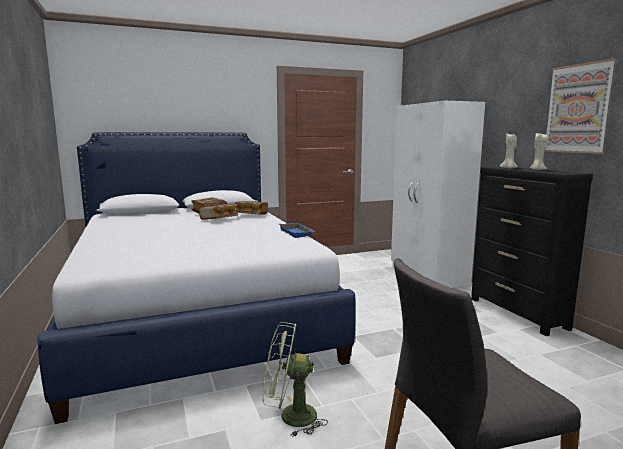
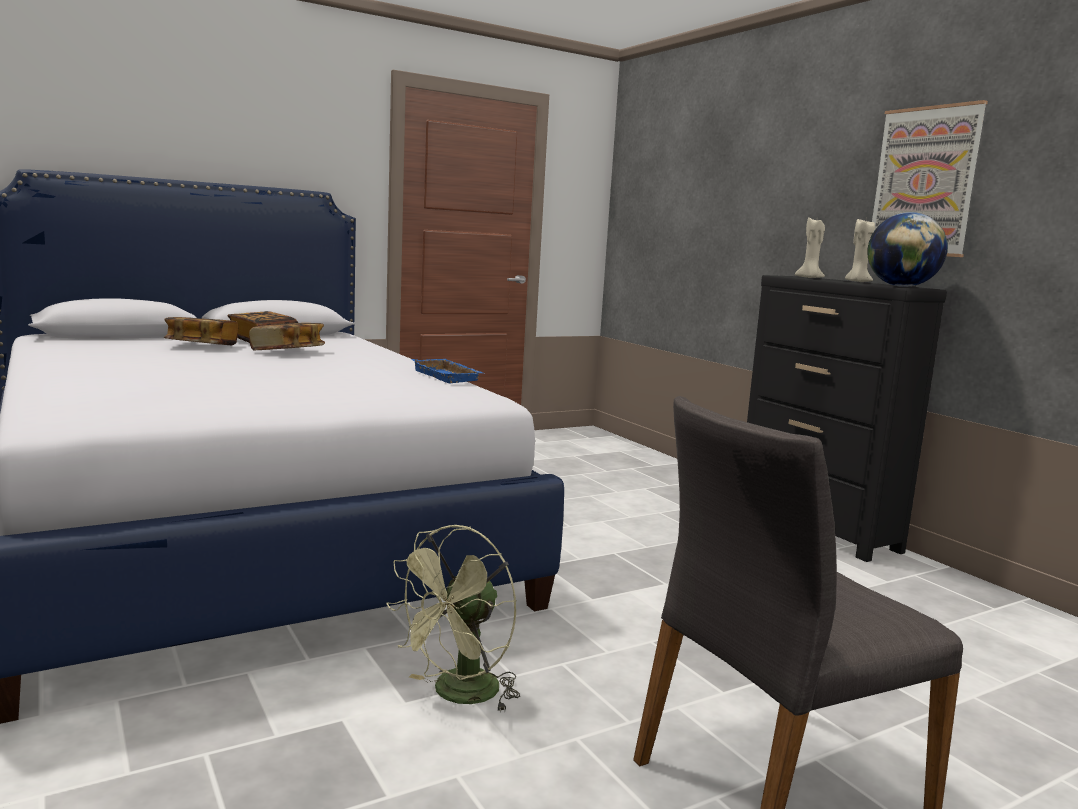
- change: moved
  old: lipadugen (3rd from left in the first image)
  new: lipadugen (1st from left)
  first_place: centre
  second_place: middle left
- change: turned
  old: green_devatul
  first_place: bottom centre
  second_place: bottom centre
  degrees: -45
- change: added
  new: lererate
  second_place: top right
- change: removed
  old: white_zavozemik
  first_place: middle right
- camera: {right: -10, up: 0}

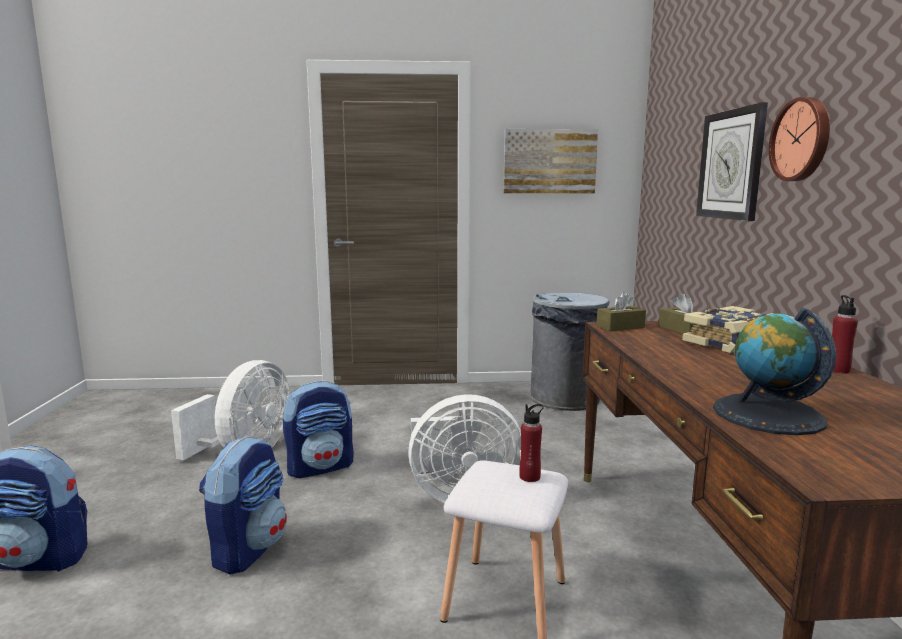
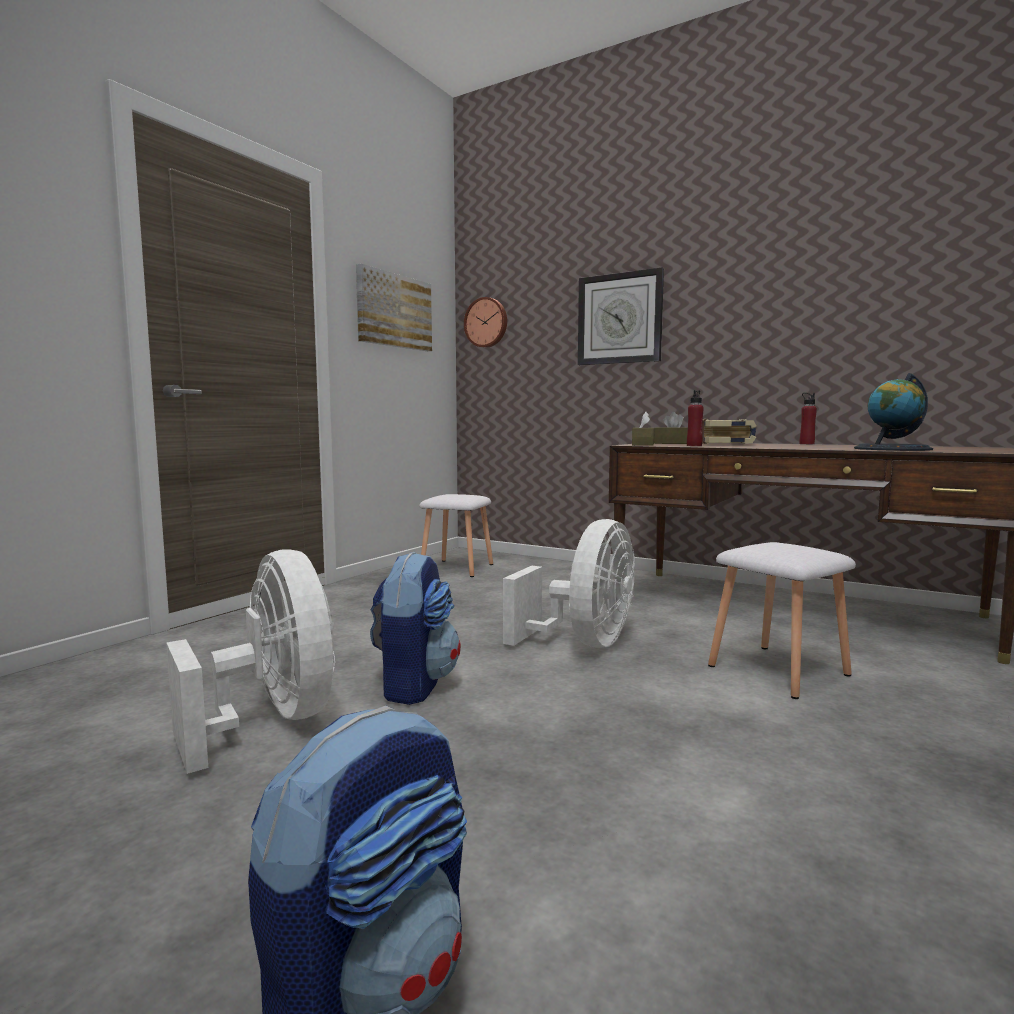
- change: replaced
  old: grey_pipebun
  new: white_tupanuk (1st from left)
  first_place: centre
  second_place: centre
- change: moved
  old: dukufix (2nd from left in the first image)
  new: dukufix (1st from left)
  first_place: top right
  second_place: top centre
- change: moved
  old: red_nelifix (1st from left)
  first_place: bottom centre
  second_place: middle right
- change: removed
  old: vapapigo (2nd from left)
  first_place: bottom left
- camera: {right: -55, up: -5}

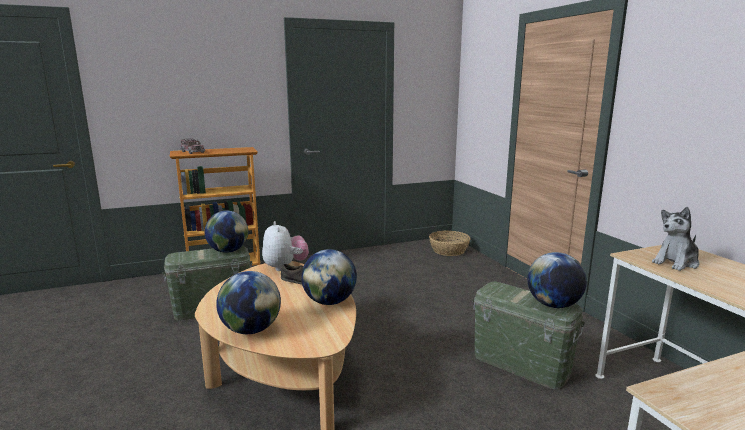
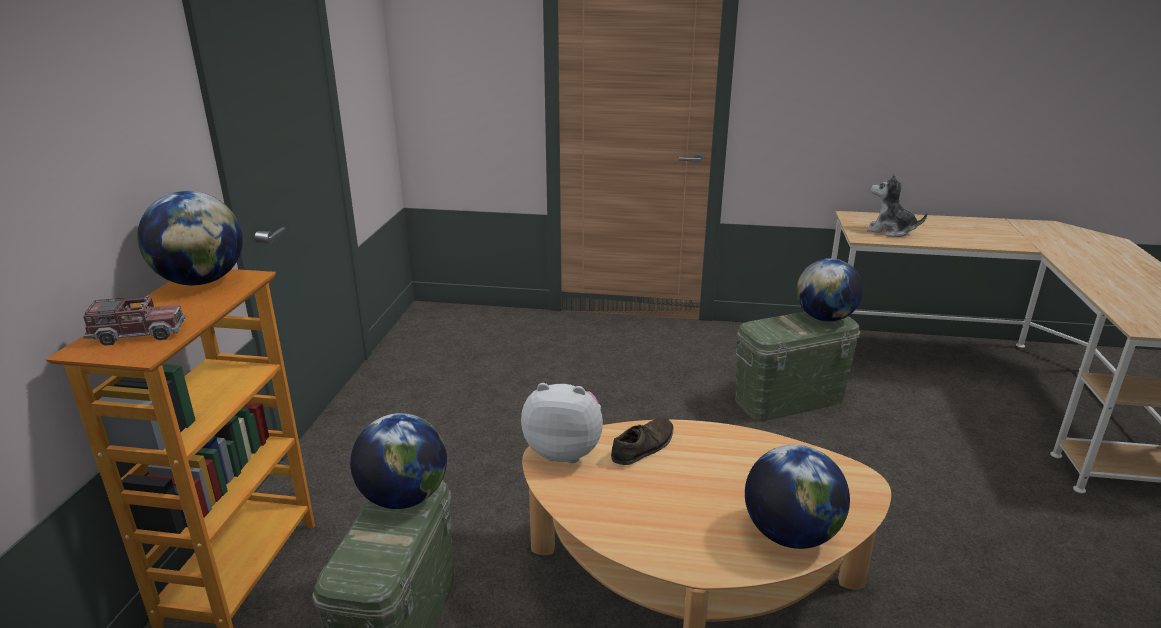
- change: moved
  old: lererate (3rd from left in the first image)
  new: lererate (1st from left)
  first_place: centre
  second_place: middle left
- change: turned
  old: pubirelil (2nd from left)
  first_place: middle right
  second_place: top right
  degrees: 120
- change: removed
  old: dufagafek
  first_place: centre
- camera: {right: -60, up: 10}

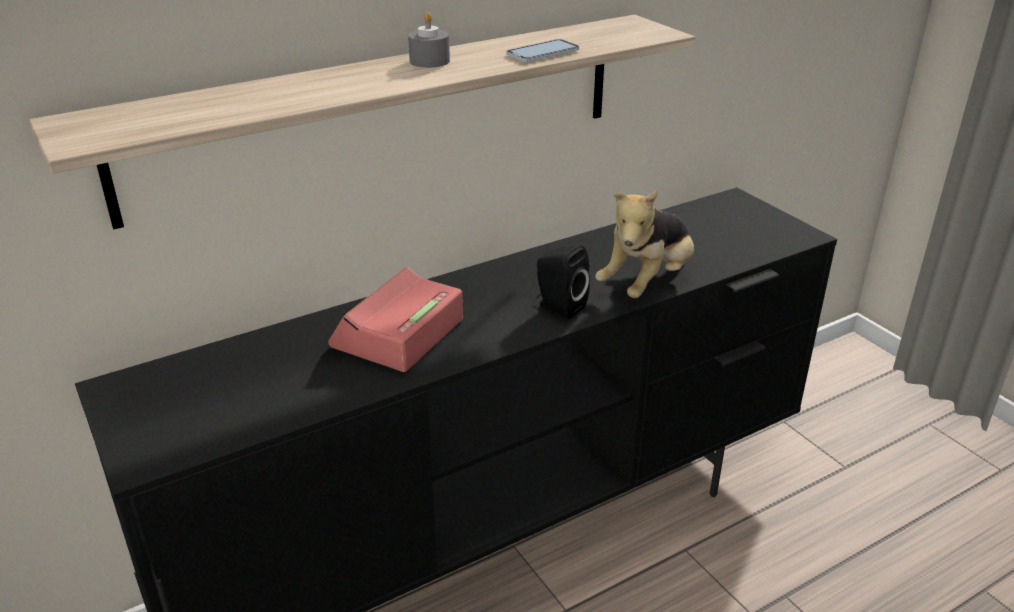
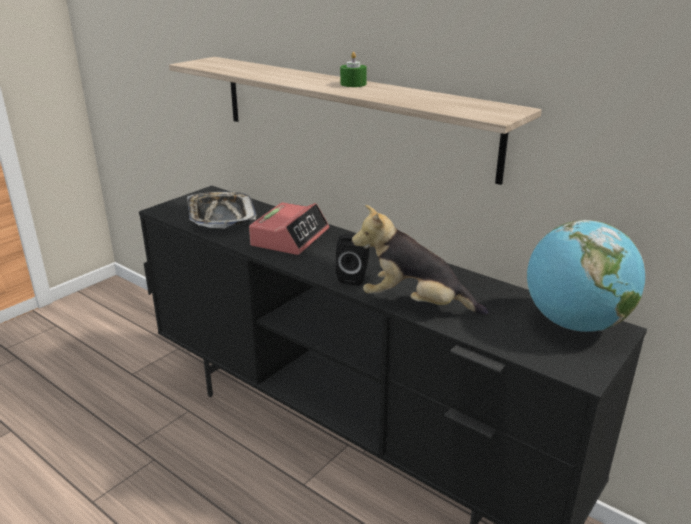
- change: added
  new: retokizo
  second_place: middle left
- change: turned
  old: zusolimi
  first_place: centre
  second_place: centre
  degrees: 105
- change: recoloured
  old: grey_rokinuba
  new: green_rokinuba
  first_place: top centre
  second_place: top centre
- change: added
  new: lererate
  second_place: middle right
- change: removed
  old: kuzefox
  first_place: top centre
- camera: {right: 70, up: -5}

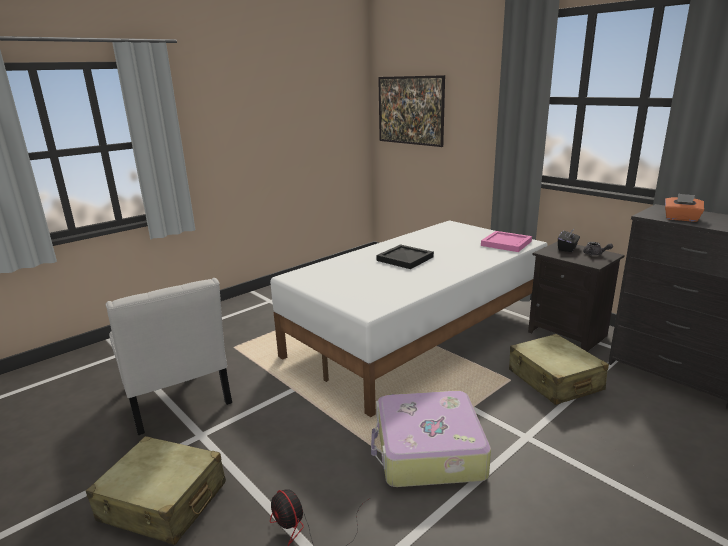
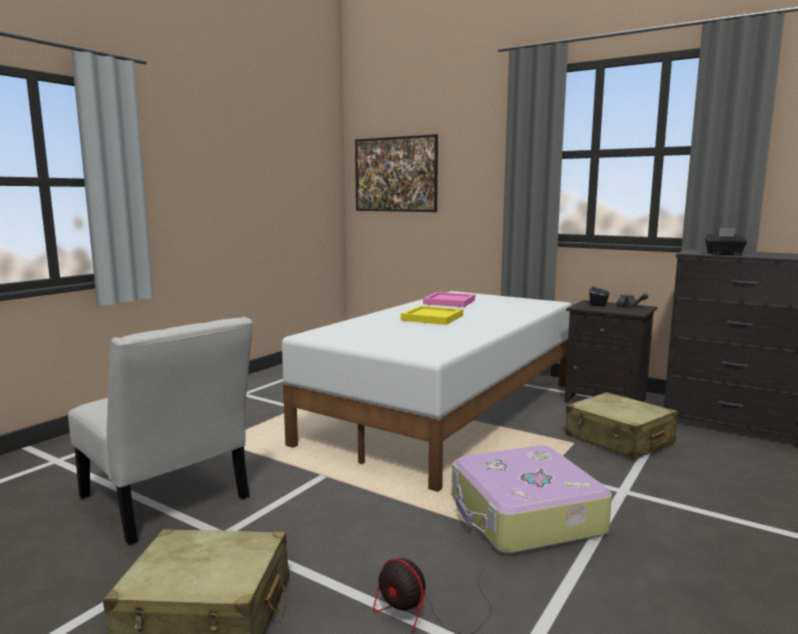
- change: recoloured
  old: black_retokizo
  new: yellow_retokizo
  first_place: centre
  second_place: centre
- change: moved
  old: pink_retokizo
  first_place: middle right
  second_place: centre
- change: recoloured
  old: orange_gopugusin
  new: black_gopugusin (2nd from left)
  first_place: middle right
  second_place: middle right
- camera: {right: -15, up: -10}

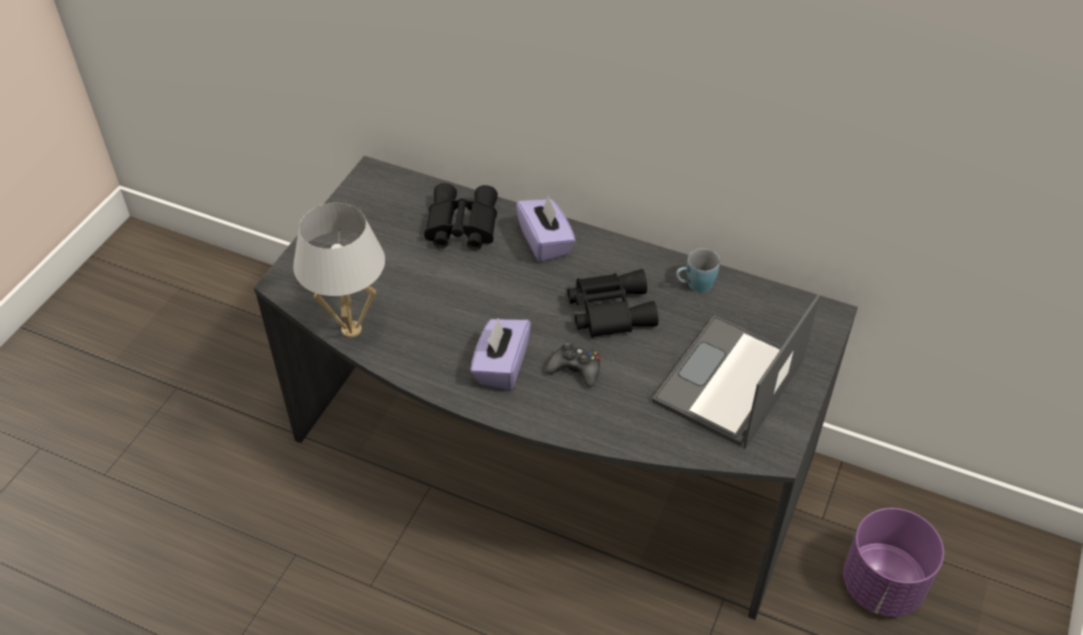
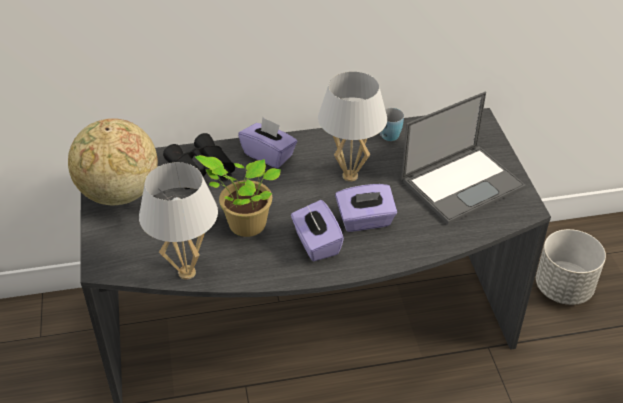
- change: added
  new: lererate
  second_place: middle left
- change: added
  new: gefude
  second_place: centre
- change: replaced
  old: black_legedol (2nd from left)
  new: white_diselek (2nd from left)
  first_place: centre
  second_place: top centre
- change: replaced
  old: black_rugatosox
  new: purple_gopugusin (3rd from left)
  first_place: centre
  second_place: centre
- change: turned
  old: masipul
  first_place: middle right
  second_place: middle right
  degrees: -120
- change: recoloured
  old: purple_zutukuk
  new: grey_zutukuk
  first_place: bottom right
  second_place: middle right
- camera: {right: -35, up: -5}

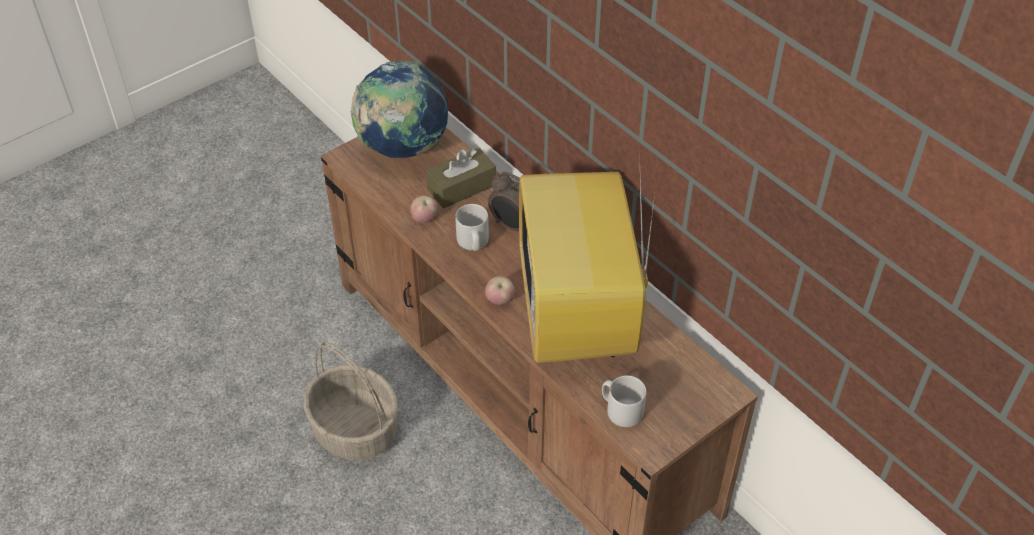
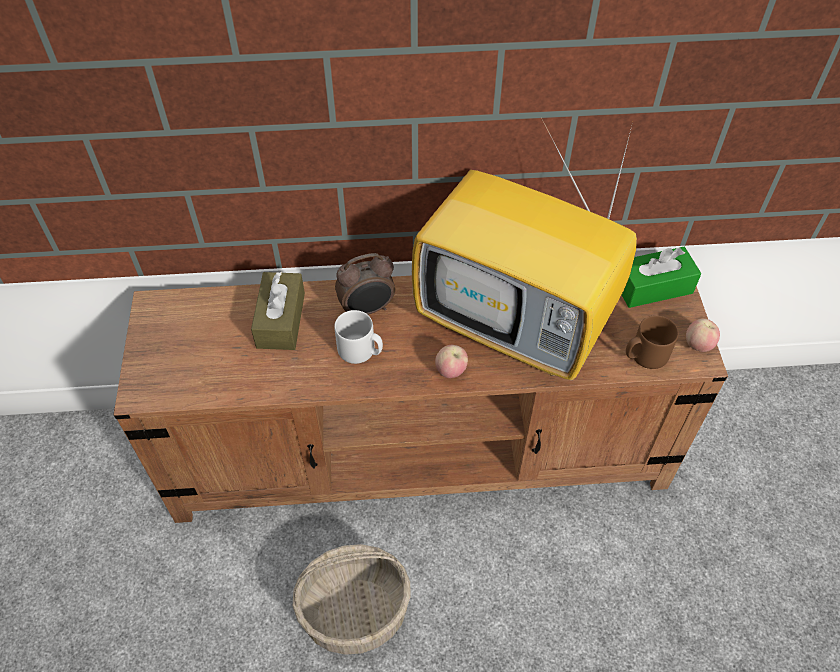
- change: added
  new: green_gopugusin
  second_place: middle right
- change: recoloured
  old: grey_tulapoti (2nd from left)
  new: brown_tulapoti
  first_place: bottom centre
  second_place: middle right
- change: moved
  old: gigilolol (1st from left in the first image)
  new: gigilolol (2nd from left)
  first_place: centre
  second_place: middle right
- change: removed
  old: lererate
  first_place: top centre
- camera: {right: -55, up: 5}

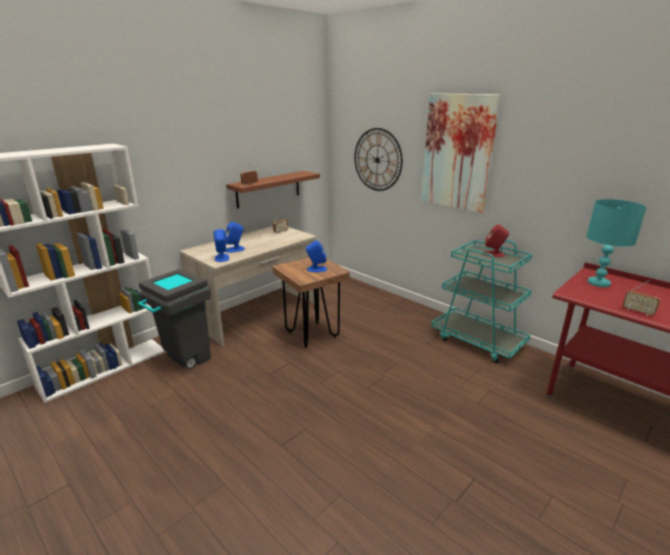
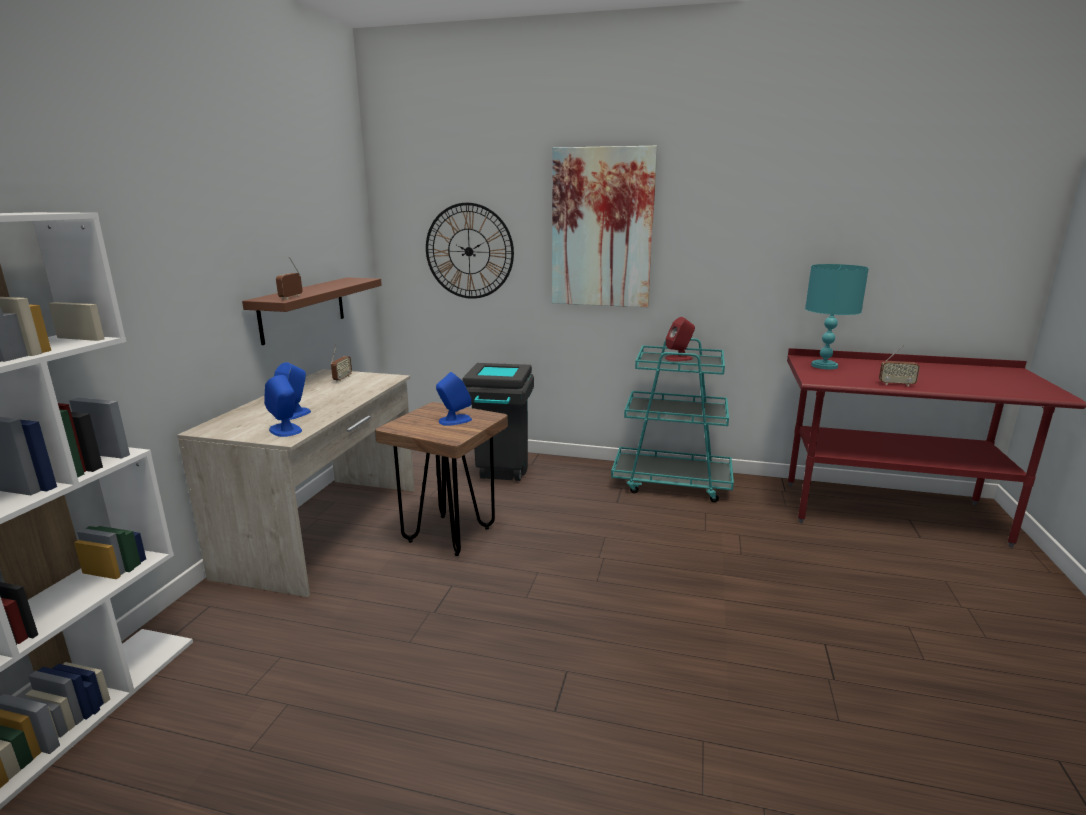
- change: moved
  old: grey_pipebun
  first_place: middle left
  second_place: centre
- camera: {right: -30, up: -5}

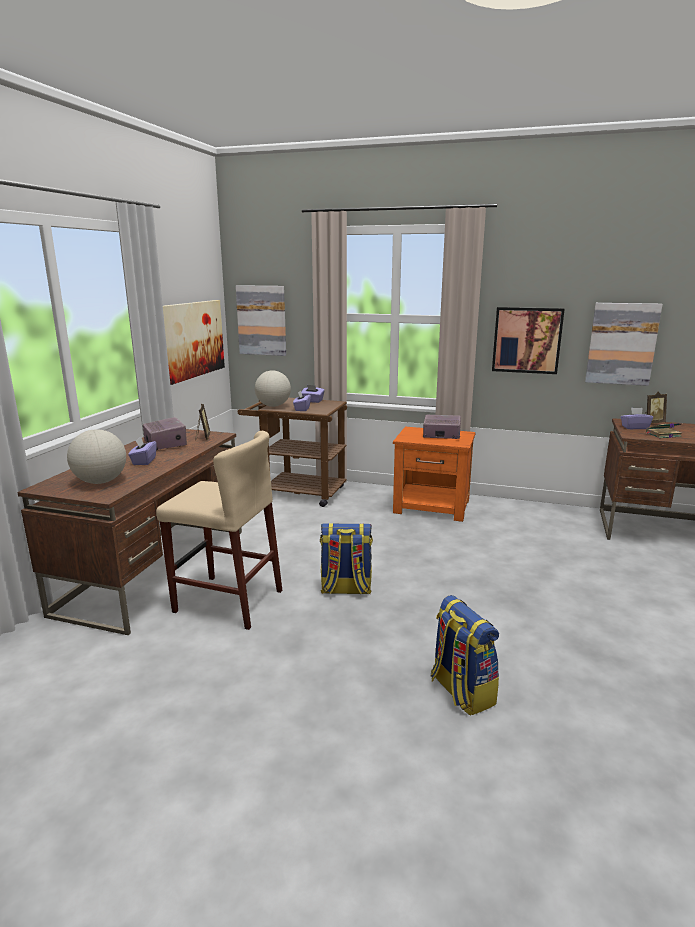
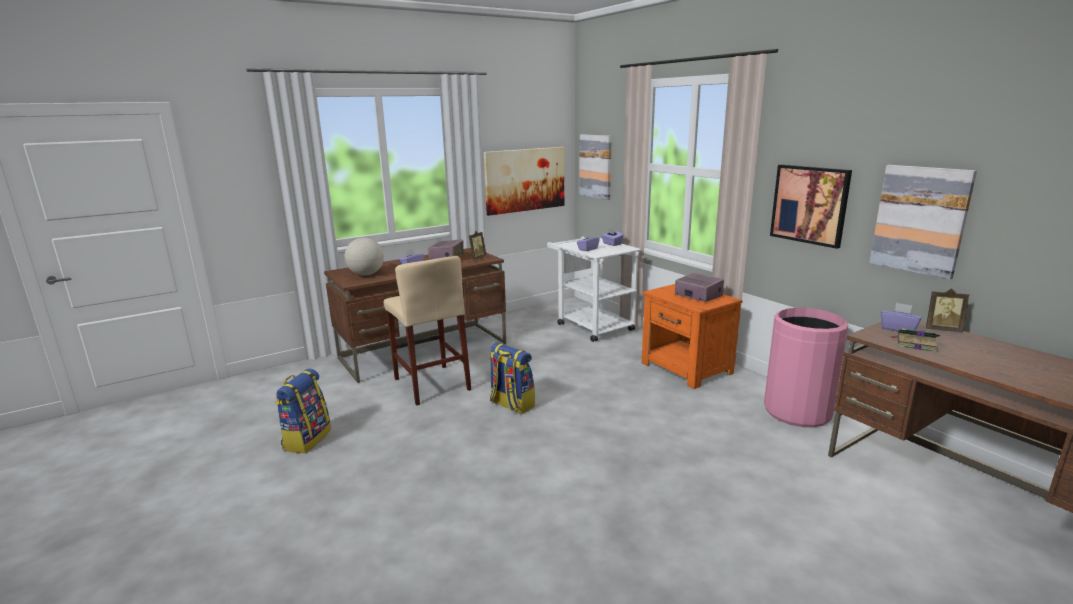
- change: moved
  old: vapapigo (2nd from left in the first image)
  new: vapapigo (1st from left)
  first_place: bottom right
  second_place: bottom left
- change: recoloured
  old: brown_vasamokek
  new: white_vasamokek
  first_place: centre
  second_place: centre
- change: added
  new: pink_pipebun
  second_place: middle right
- change: removed
  old: lererate (2nd from left)
  first_place: centre
- camera: {right: 40, up: 0}

